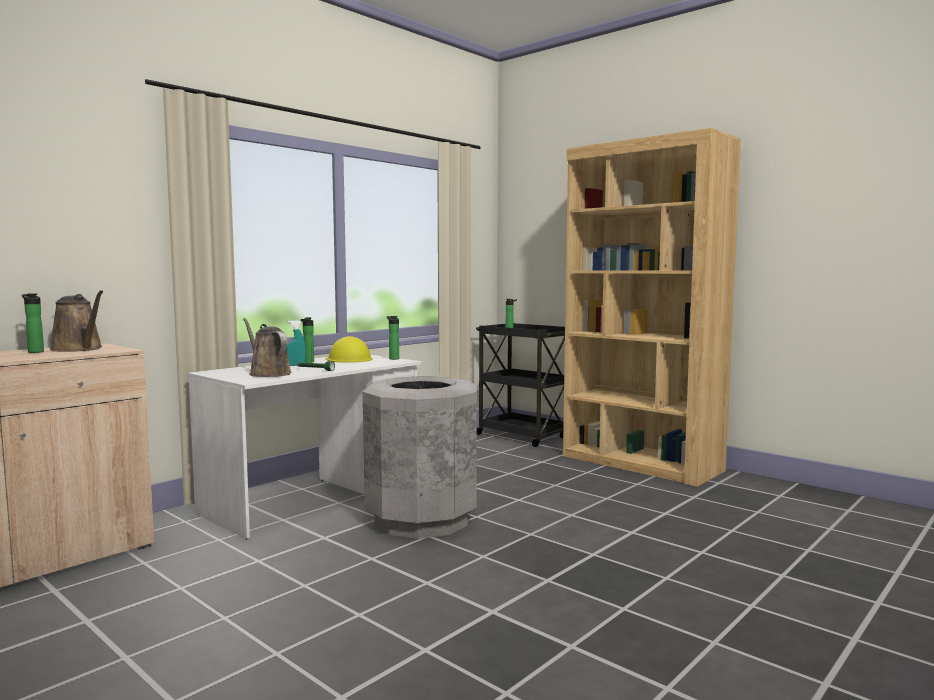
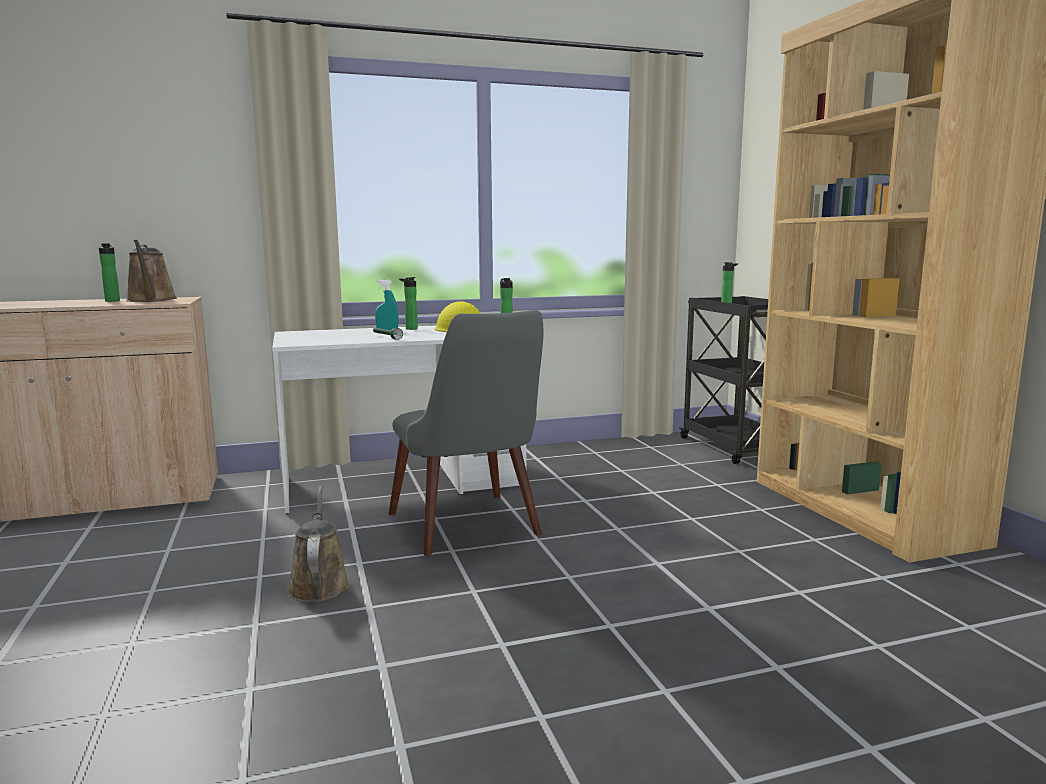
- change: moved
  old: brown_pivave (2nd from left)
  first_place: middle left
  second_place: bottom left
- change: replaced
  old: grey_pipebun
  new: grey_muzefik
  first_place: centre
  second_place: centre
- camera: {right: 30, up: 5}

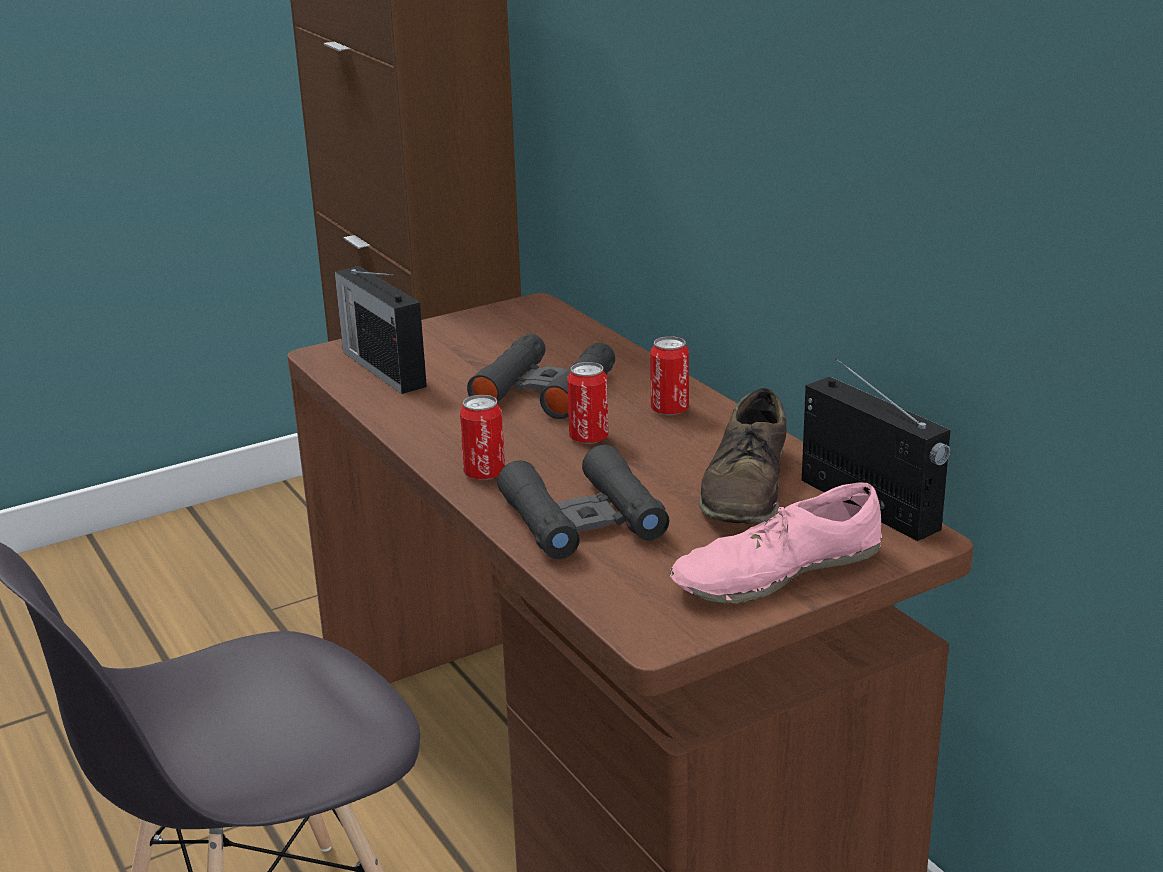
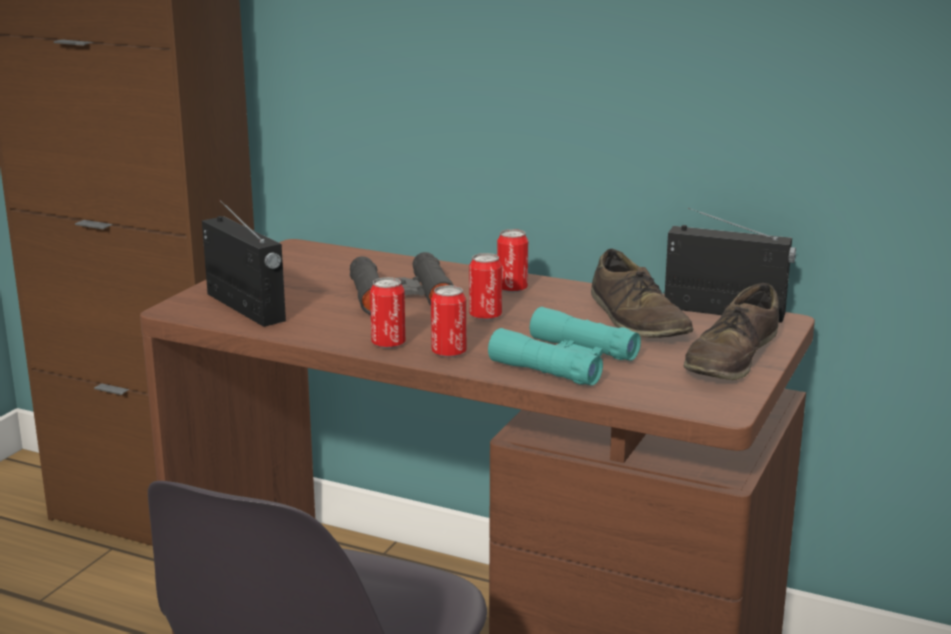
- change: turned
  old: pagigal (1st from left)
  first_place: middle left
  second_place: middle left
  degrees: -150
- change: added
  new: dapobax (1st from left)
  second_place: centre
- change: recoloured
  old: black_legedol (2nd from left)
  new: turquoise_legedol
  first_place: centre
  second_place: centre
- change: recoloured
  old: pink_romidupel
  new: brown_romidupel (2nd from left)
  first_place: middle right
  second_place: middle right
- camera: {right: -35, up: -5}

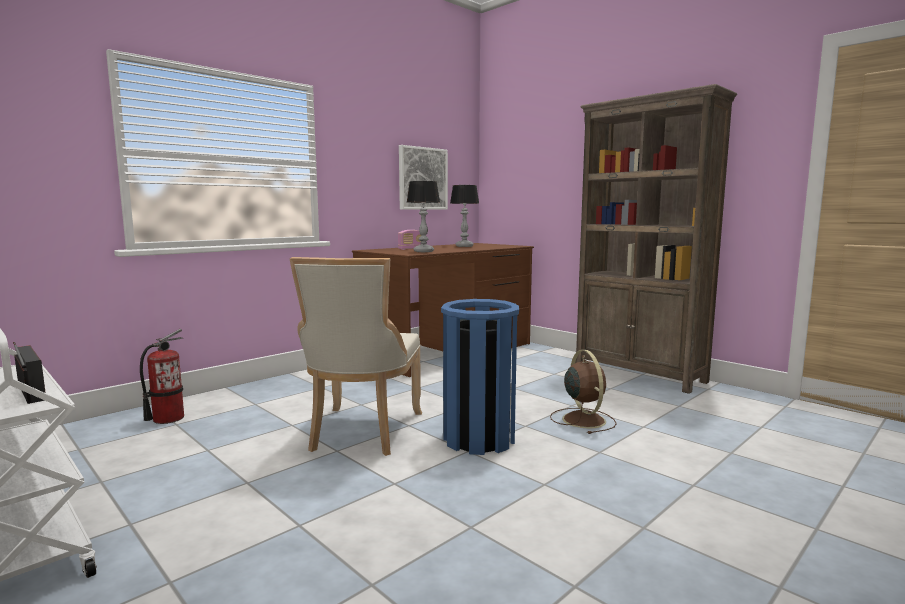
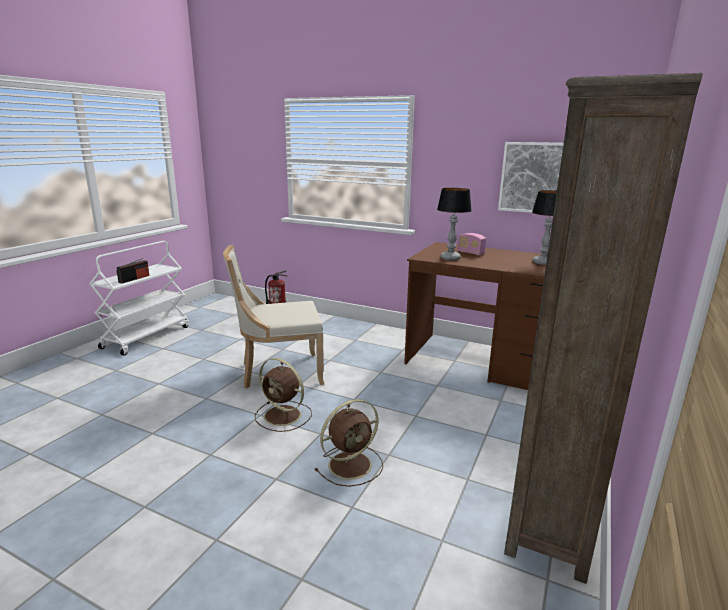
- change: replaced
  old: blue_pipebun
  new: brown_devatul (1st from left)
  first_place: centre
  second_place: centre
- camera: {right: 70, up: 10}

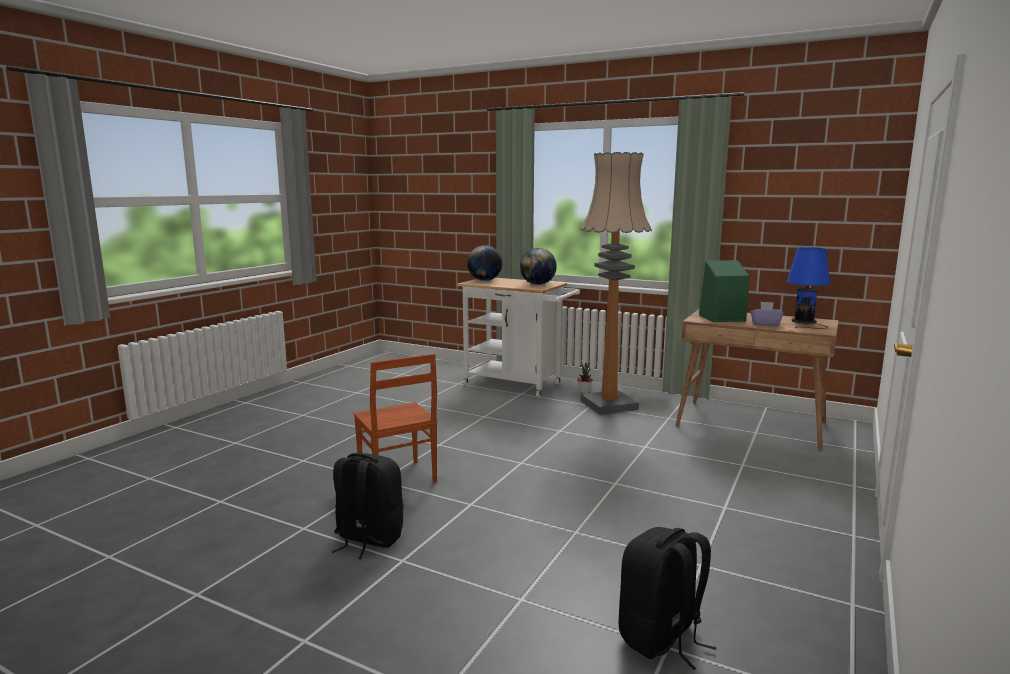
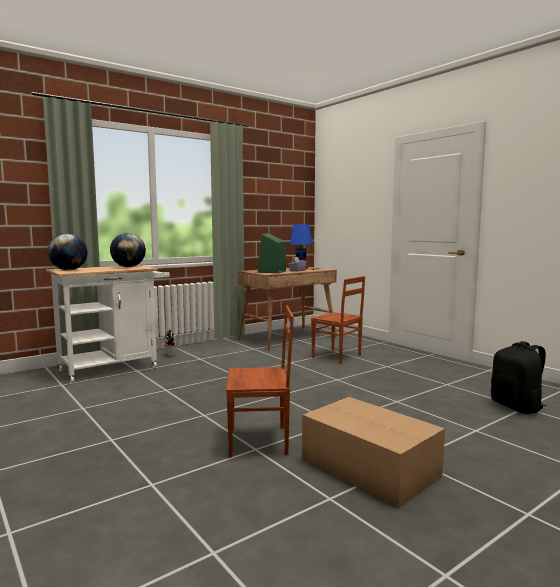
- change: replaced
  old: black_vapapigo (1st from left)
  new: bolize
  first_place: bottom centre
  second_place: bottom centre
- change: added
  new: brown_muzefik (2nd from left)
  second_place: centre
- change: removed
  old: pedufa
  first_place: centre
- camera: {right: -65, up: -5}

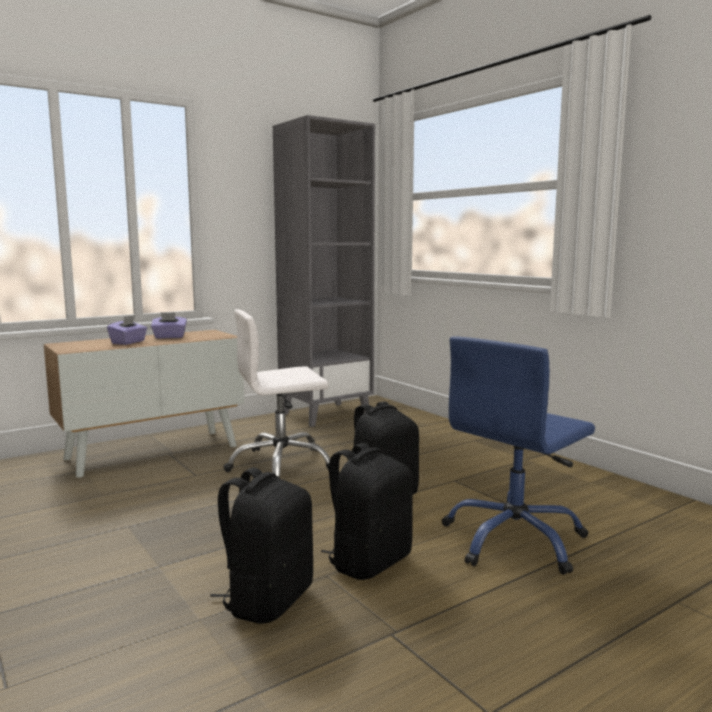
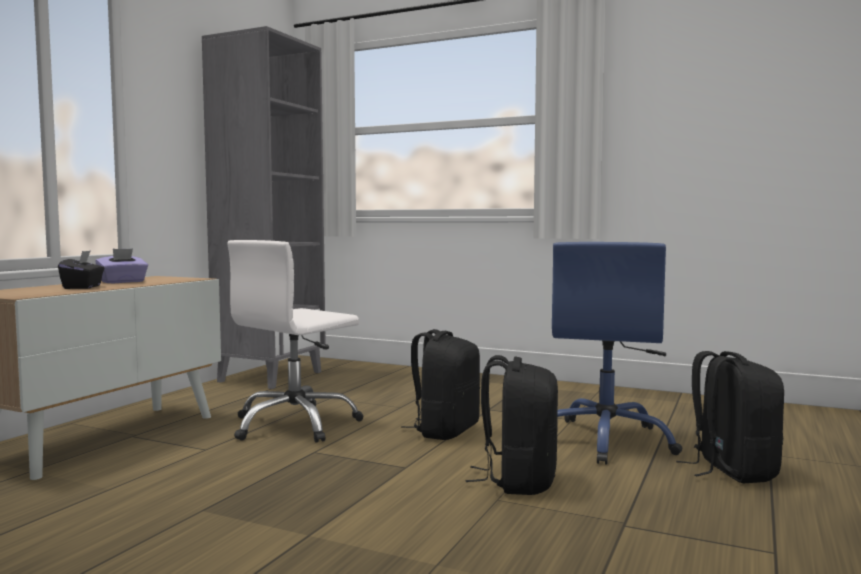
- change: recoloured
  old: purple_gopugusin (1st from left)
  new: black_gopugusin
  first_place: middle left
  second_place: middle left
- change: moved
  old: black_vapapigo (1st from left in the first image)
  new: black_vapapigo (3rd from left)
  first_place: bottom centre
  second_place: bottom right
- camera: {right: -30, up: -5}

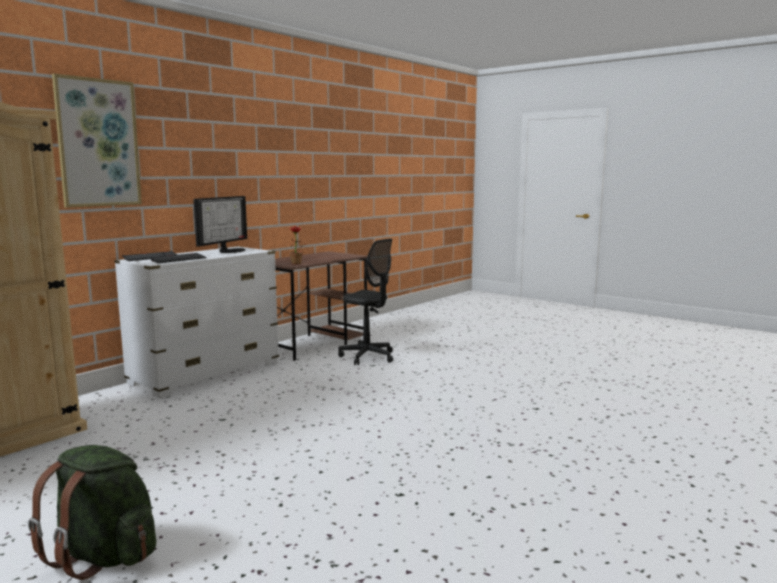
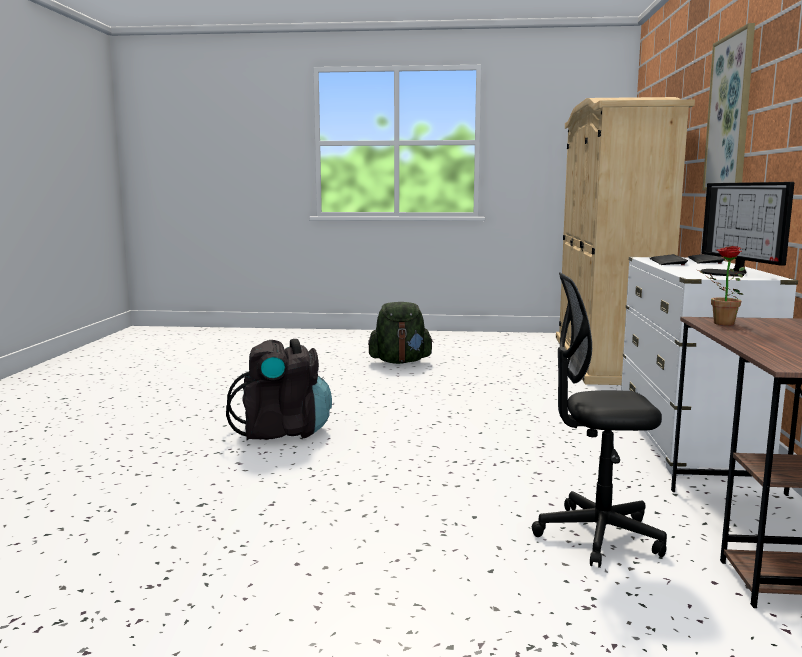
- change: added
  new: black_vapapigo
  second_place: centre
- camera: {right: 145, up: 0}

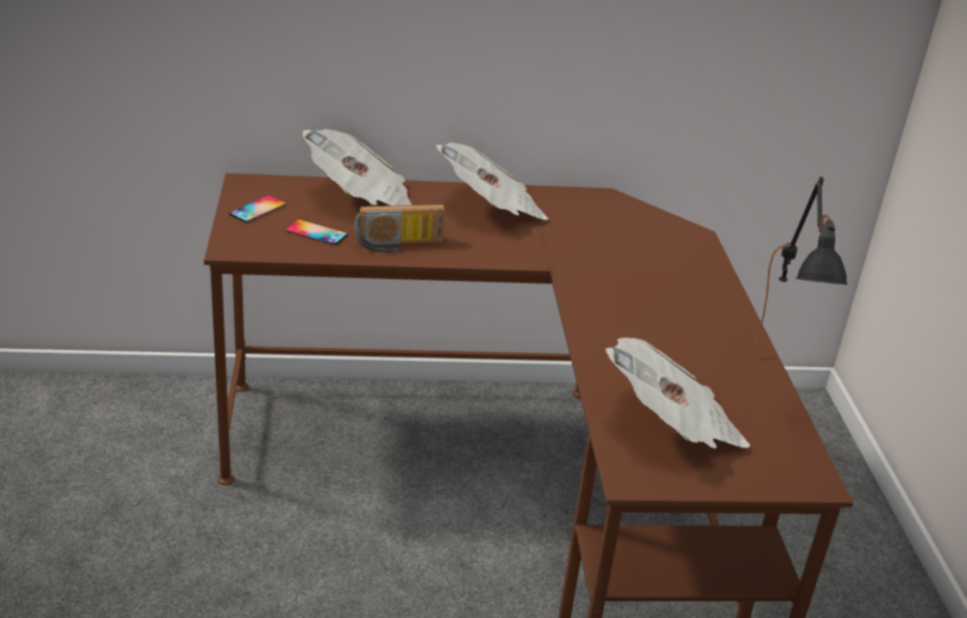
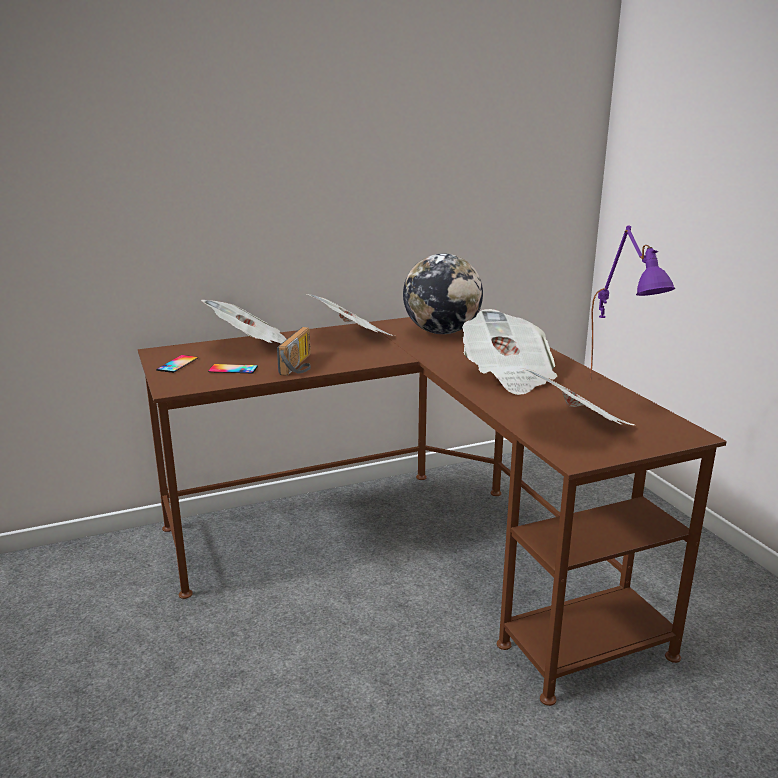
- change: turned
  old: pagigal
  first_place: centre
  second_place: centre
  degrees: -45
- change: added
  new: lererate
  second_place: centre
- change: added
  new: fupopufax (3rd from left)
  second_place: centre
- change: recoloured
  old: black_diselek
  new: purple_diselek
  first_place: middle right
  second_place: middle right
- camera: {right: -15, up: -10}

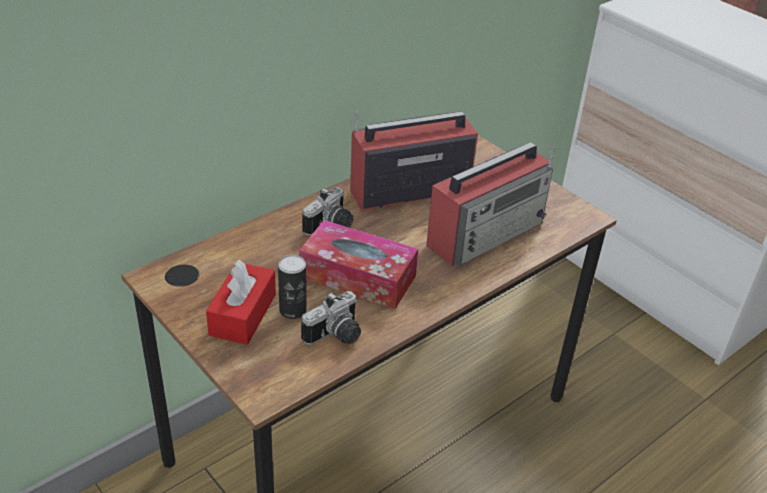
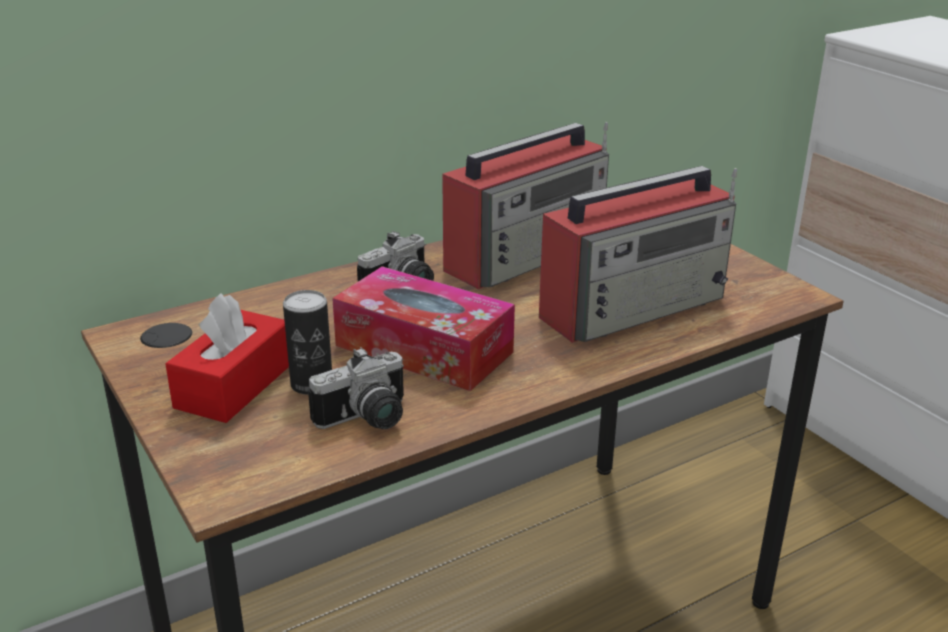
- change: turned
  old: pagigal (1st from left)
  first_place: top centre
  second_place: top centre
  degrees: 150
- camera: {right: 10, up: -10}

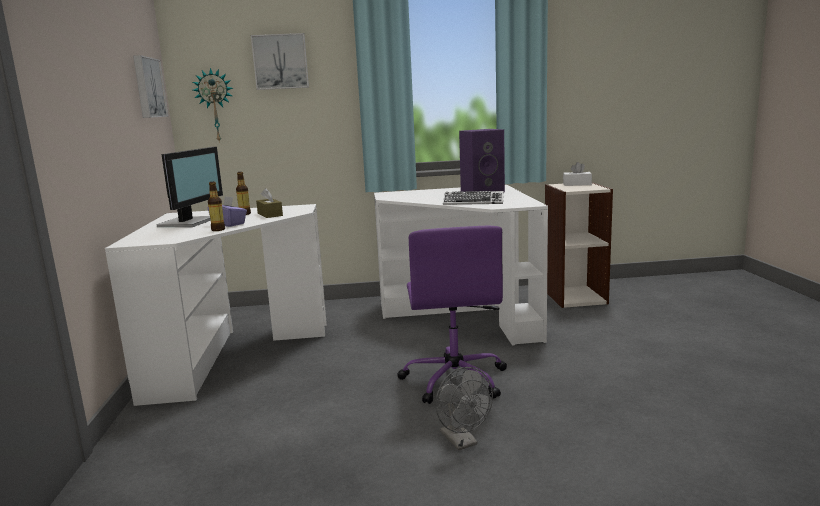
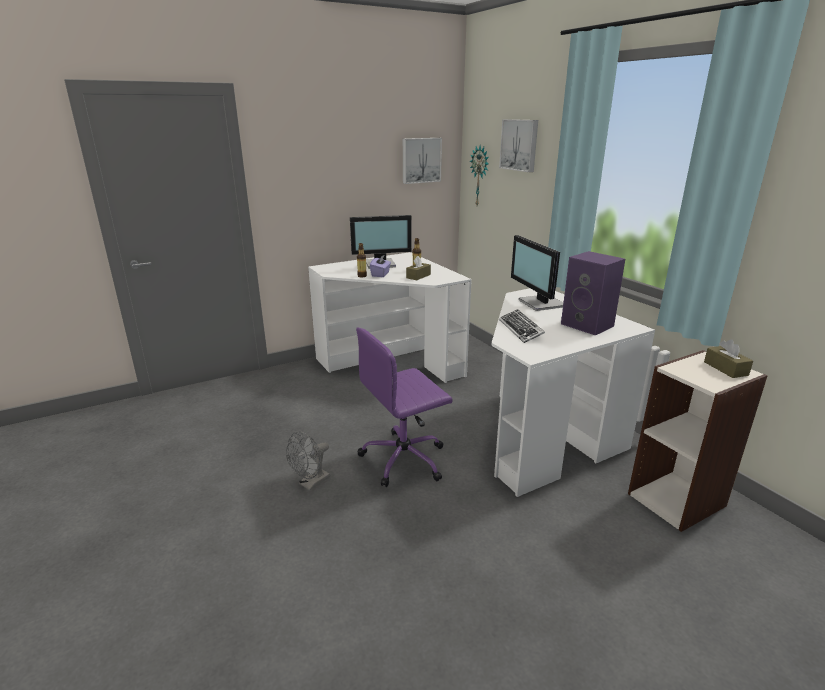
- change: added
  new: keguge (2nd from left)
  second_place: centre
- change: recoloured
  old: white_gopugusin
  new: brown_gopugusin (2nd from left)
  first_place: middle right
  second_place: middle right
- camera: {right: 65, up: 10}

